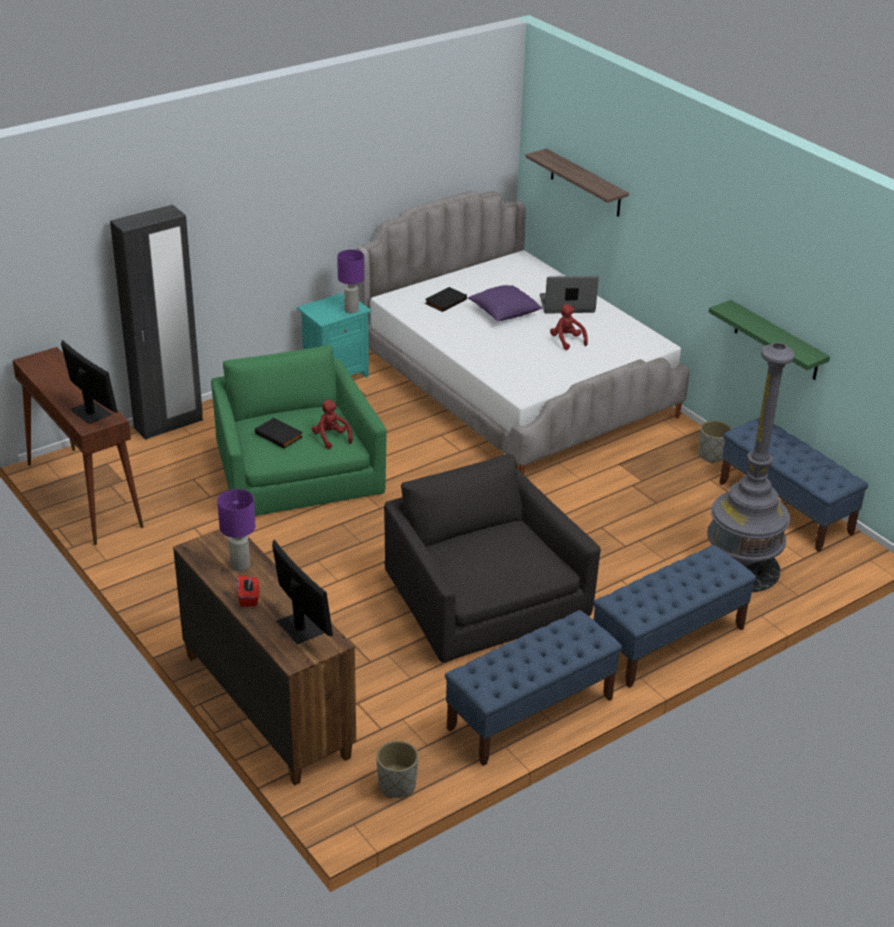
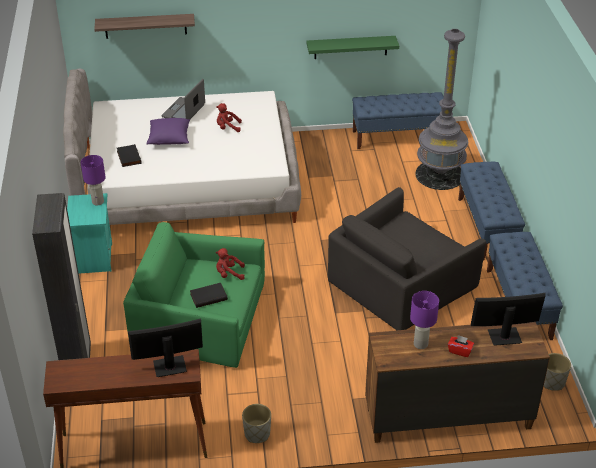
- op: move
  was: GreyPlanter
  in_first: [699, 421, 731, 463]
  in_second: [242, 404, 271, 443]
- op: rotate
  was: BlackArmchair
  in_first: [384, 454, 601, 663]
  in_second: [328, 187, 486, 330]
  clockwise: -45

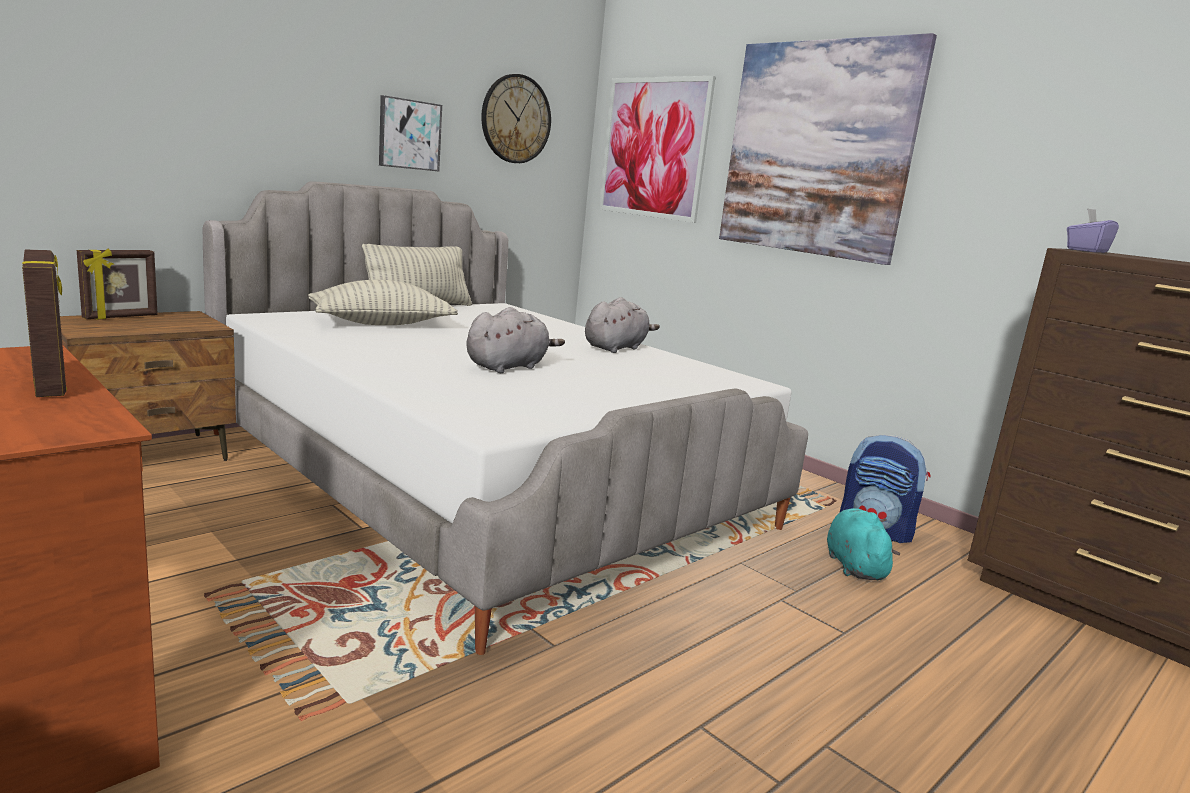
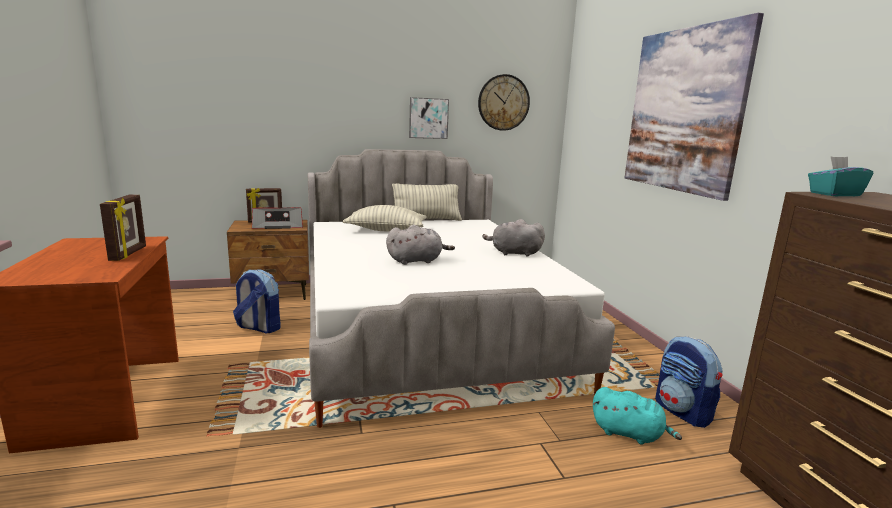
- op: insert
  now: Backpack
  in_second: [233, 269, 281, 333]
- op: insert
  now: Radio
  in_second: [252, 208, 303, 229]
- op: rotate
  was: GreyPlushToy
  in_first: [585, 297, 660, 353]
  in_second: [482, 219, 545, 256]
  clockwise: -150
- op: rotate
  was: TurquoisePlushToy
  in_first: [827, 508, 900, 580]
  in_second: [593, 387, 682, 444]
  clockwise: 90
- op: recolor
  was: PurpleTissueBox
  now: TurquoiseTissueBox
  in_first: [1067, 208, 1119, 253]
  in_second: [808, 156, 873, 196]
- op: delete
  was: Picture
  in_first: [599, 76, 716, 223]

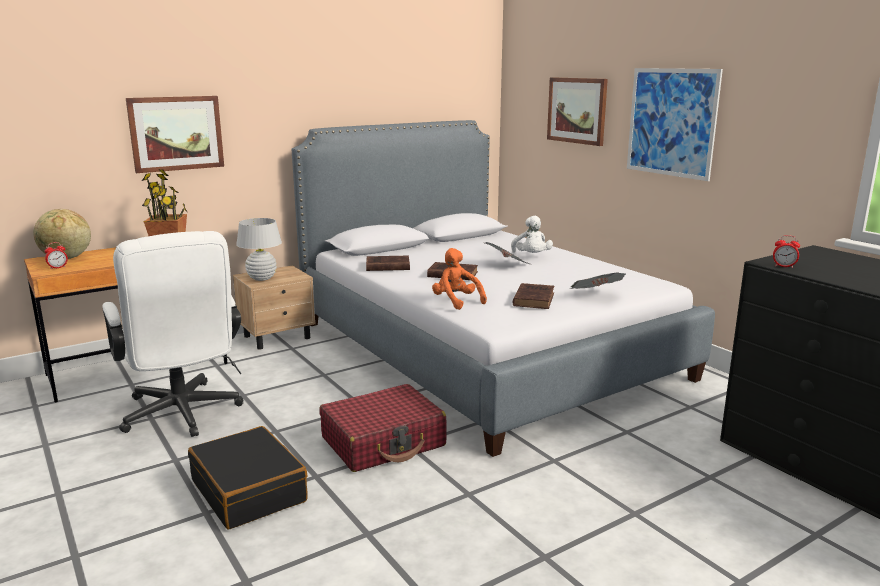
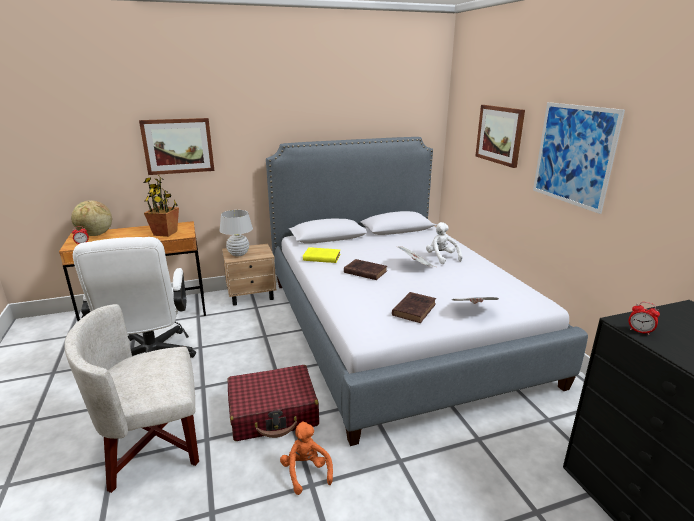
- op: replace
  was: BlackSuitcase
  now: WhiteArmchair
  in_first: [188, 426, 308, 529]
  in_second: [65, 304, 199, 493]
- op: move
  was: OrangePlushToy
  in_first: [432, 248, 487, 310]
  in_second: [280, 421, 333, 495]
- op: recolor
  was: BrownBook
  now: YellowBook
  in_first: [366, 256, 410, 271]
  in_second: [303, 247, 340, 263]
- op: rotate
  was: WhitePlushToy
  in_first: [511, 216, 553, 253]
  in_second: [426, 222, 462, 264]
  clockwise: 150

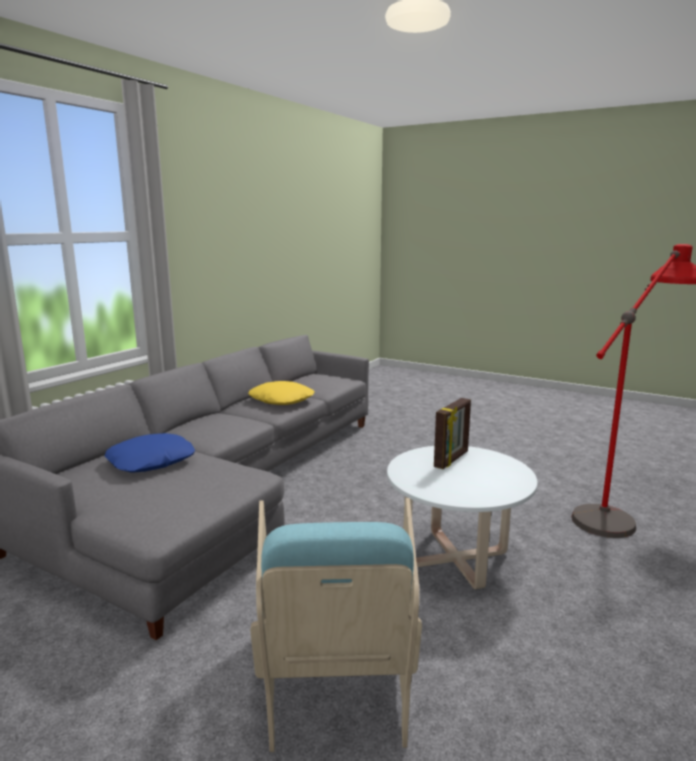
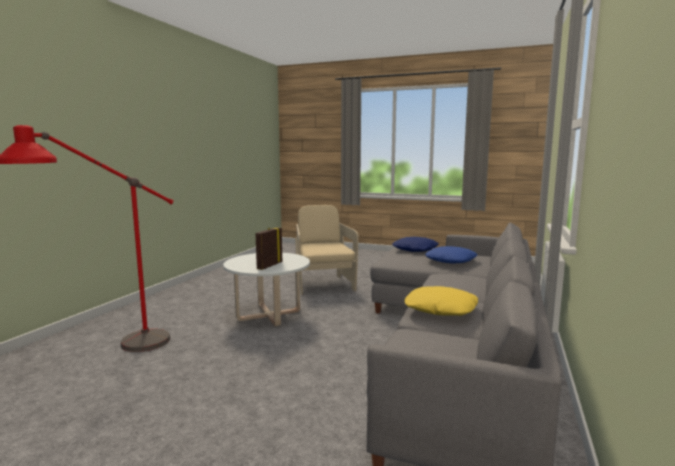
- op: recolor
  was: TurquoiseArmchair
  now: BeigeArmchair
  in_first: [250, 498, 422, 752]
  in_second: [295, 205, 359, 295]
- op: insert
  now: BluePillow
  in_second: [392, 237, 439, 252]

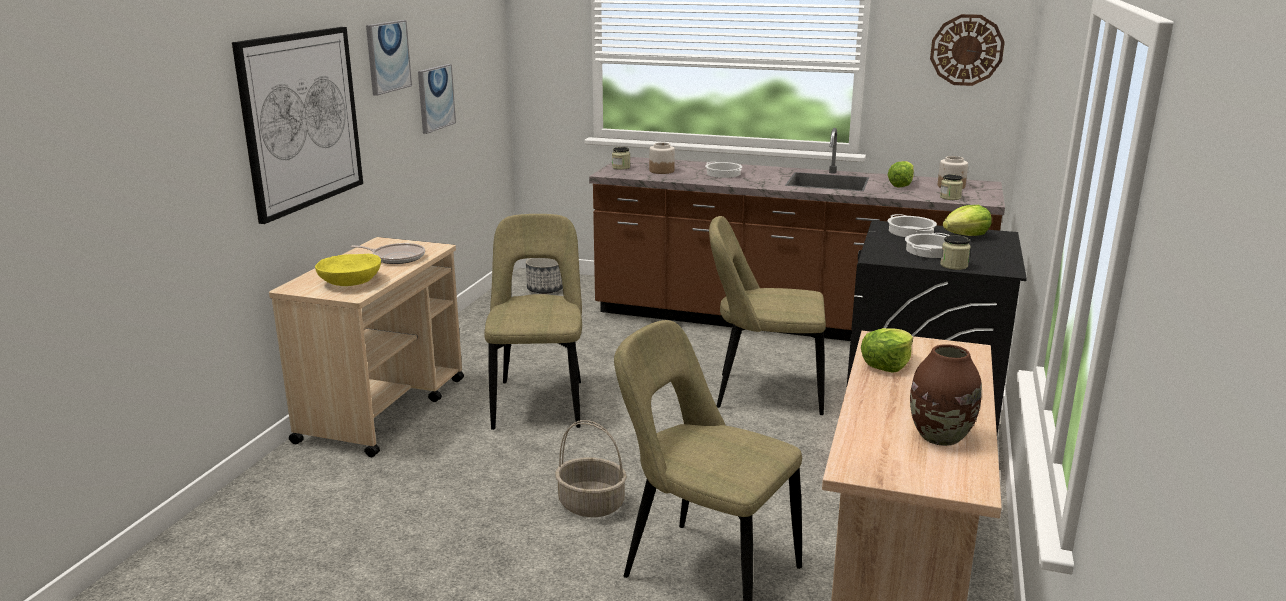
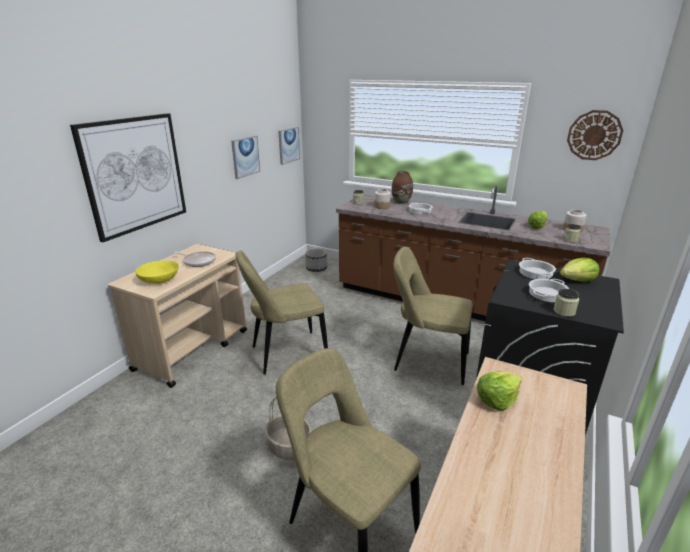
- op: rotate
  was: BeigeChair
  in_first: [484, 214, 582, 430]
  in_second: [235, 251, 328, 374]
  clockwise: -120
- op: move
  was: Picture
  in_first: [366, 20, 412, 96]
  in_second: [278, 127, 300, 165]
- op: move
  was: BrownVase
  in_first: [910, 344, 982, 446]
  in_second: [392, 171, 413, 204]

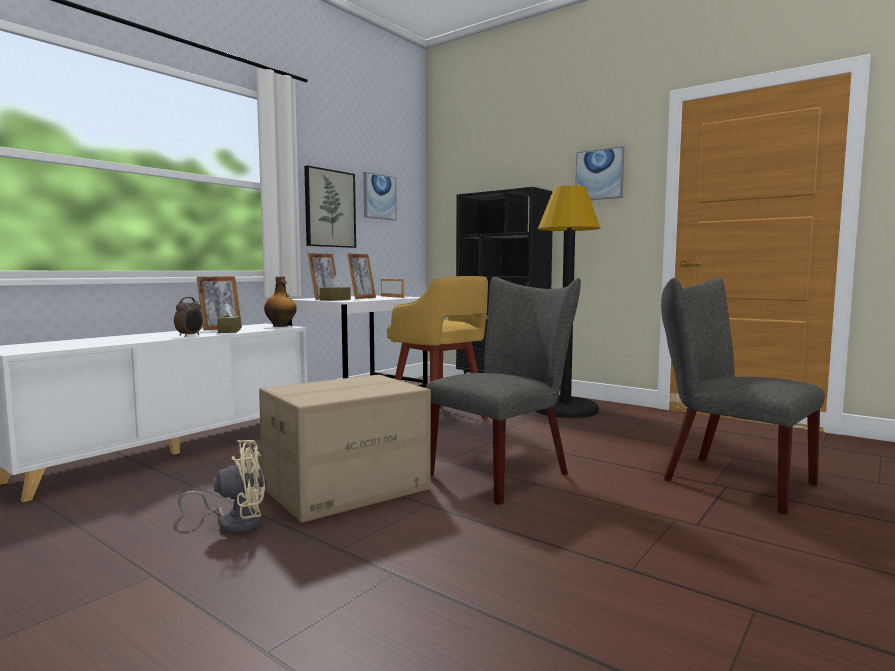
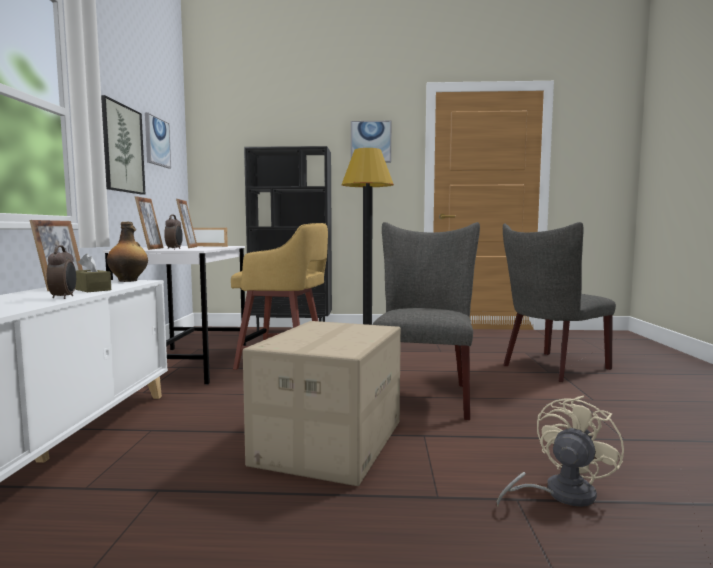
- op: replace
  was: BrownTissueBox
  now: AlarmClock
  in_first: [320, 275, 351, 301]
  in_second: [164, 215, 183, 249]
- op: move
  was: BeigeFan
  in_first: [178, 440, 265, 534]
  in_second: [497, 396, 624, 507]
- op: rotate
  was: GreyChair
  in_first: [661, 277, 825, 515]
  in_second: [503, 222, 616, 382]
  clockwise: -45

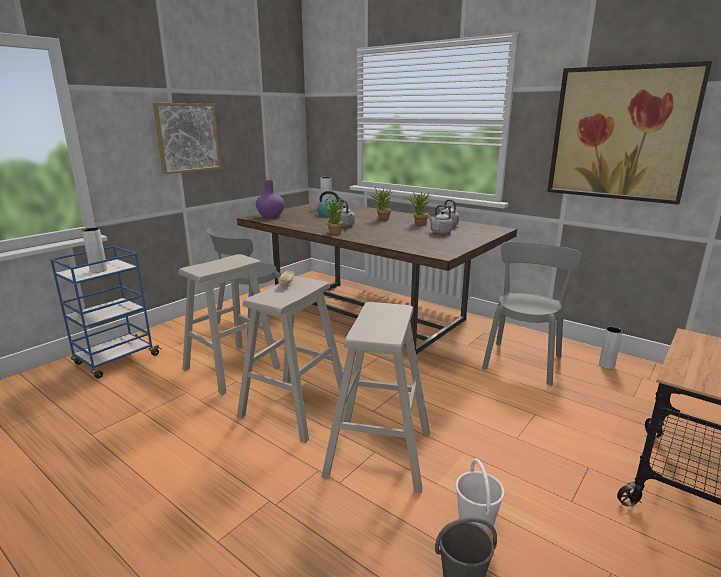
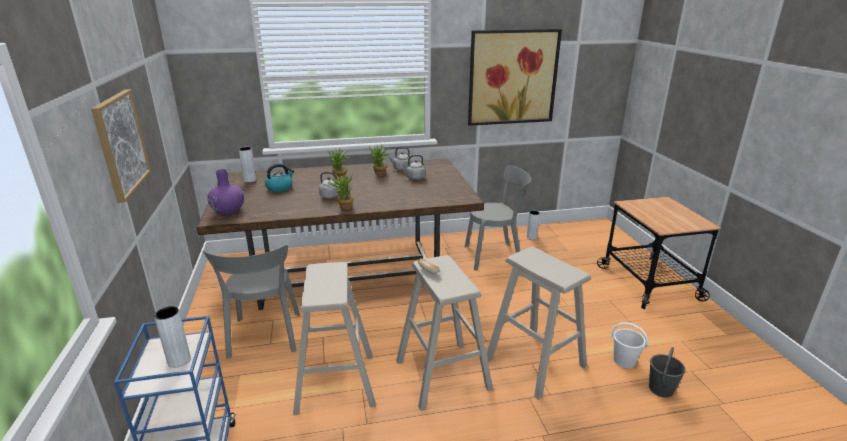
- op: rotate
  was: GreyChair
  in_first: [482, 242, 581, 385]
  in_second: [465, 165, 531, 271]
  clockwise: 105

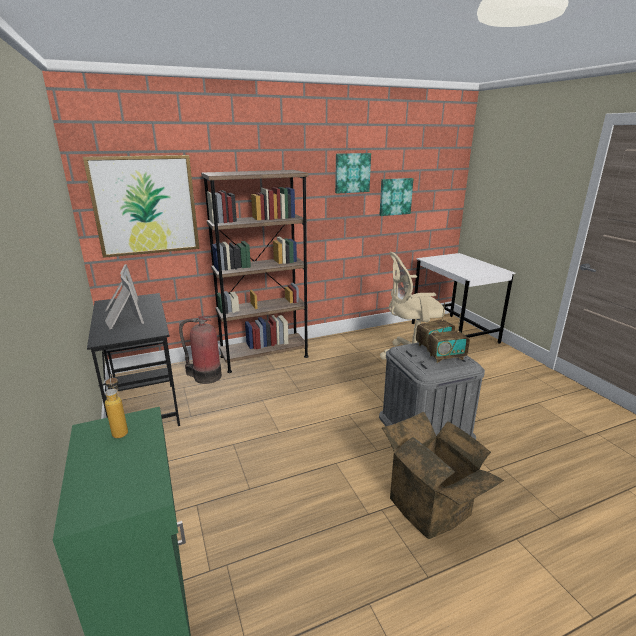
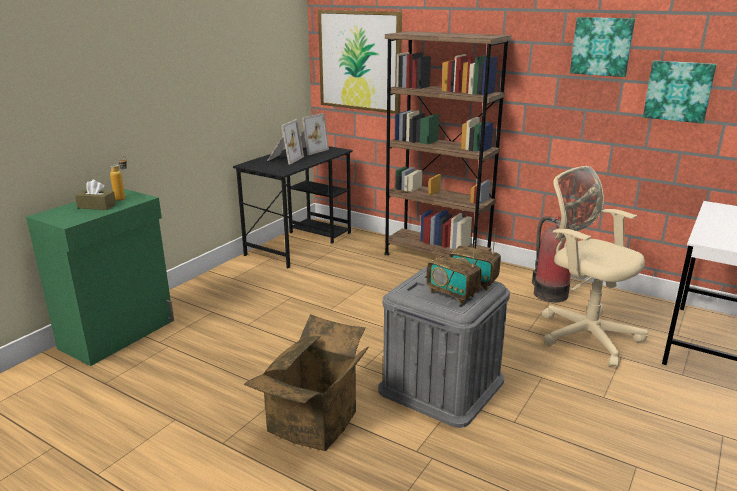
- op: insert
  now: BrownTissueBox
  in_second: [75, 180, 116, 210]
- op: move
  was: FireExtinguisher
  in_first: [179, 315, 222, 384]
  in_second: [532, 216, 571, 302]

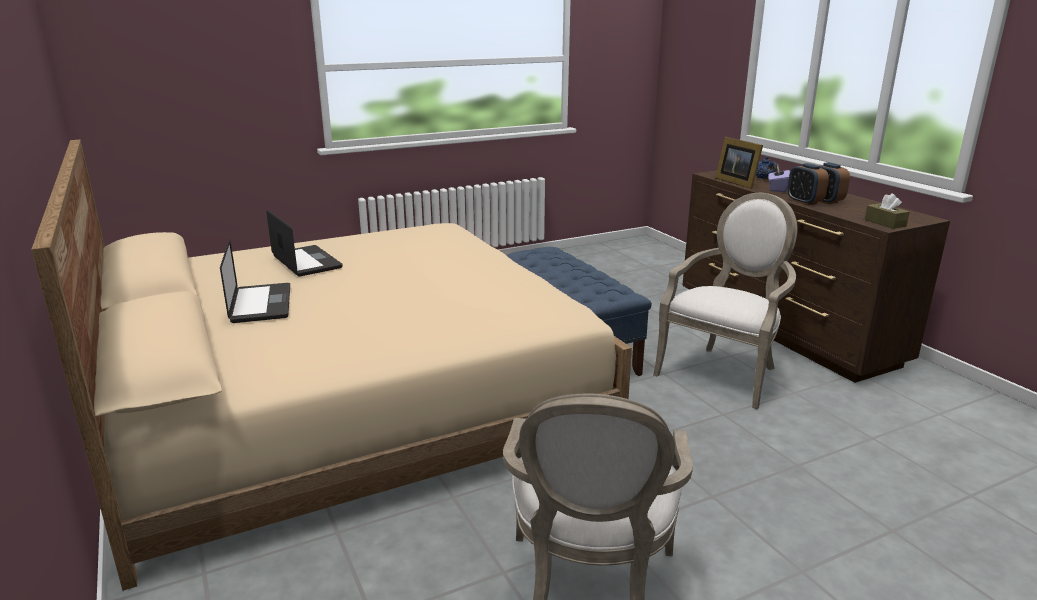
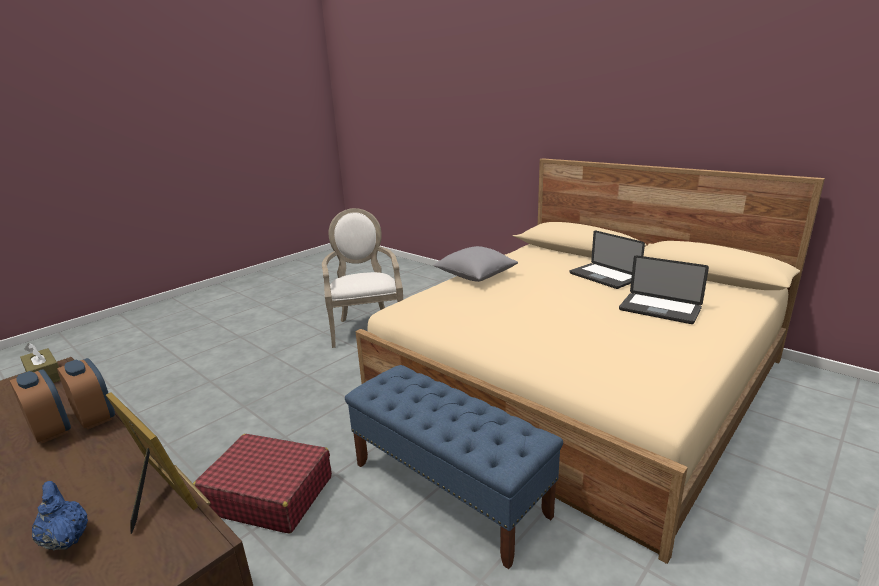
- op: replace
  was: Armchair
  now: RedSuitcase
  in_first: [653, 193, 798, 409]
  in_second: [193, 434, 332, 534]
- op: insert
  now: GreyPillow
  in_second: [433, 246, 518, 282]
- op: delete
  was: PurpleTissueBox
  in_first: [768, 165, 790, 192]

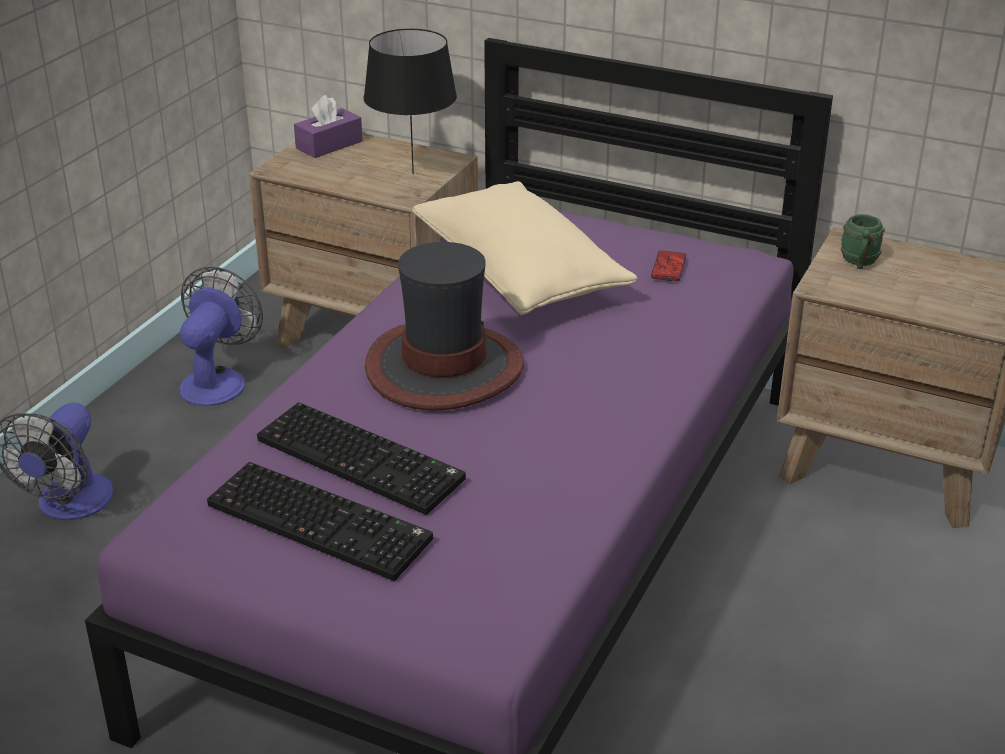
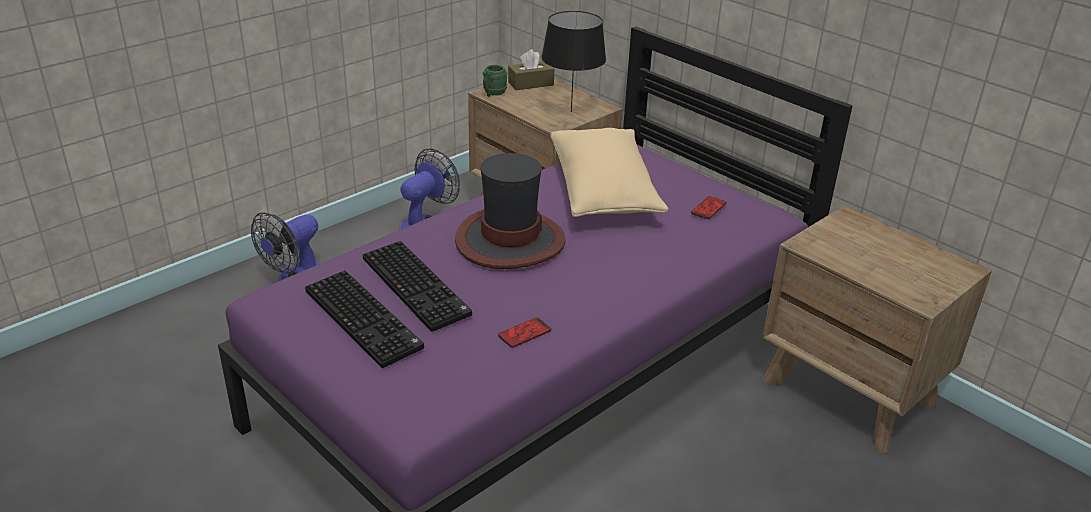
- op: move
  was: GreenMug
  in_first: [841, 214, 885, 269]
  in_second: [483, 65, 507, 97]
- op: insert
  now: Phone
  in_second: [498, 317, 551, 348]
- op: recolor
  was: PurpleTissueBox
  now: BrownTissueBox
  in_first: [294, 95, 363, 158]
  in_second: [508, 49, 554, 90]

